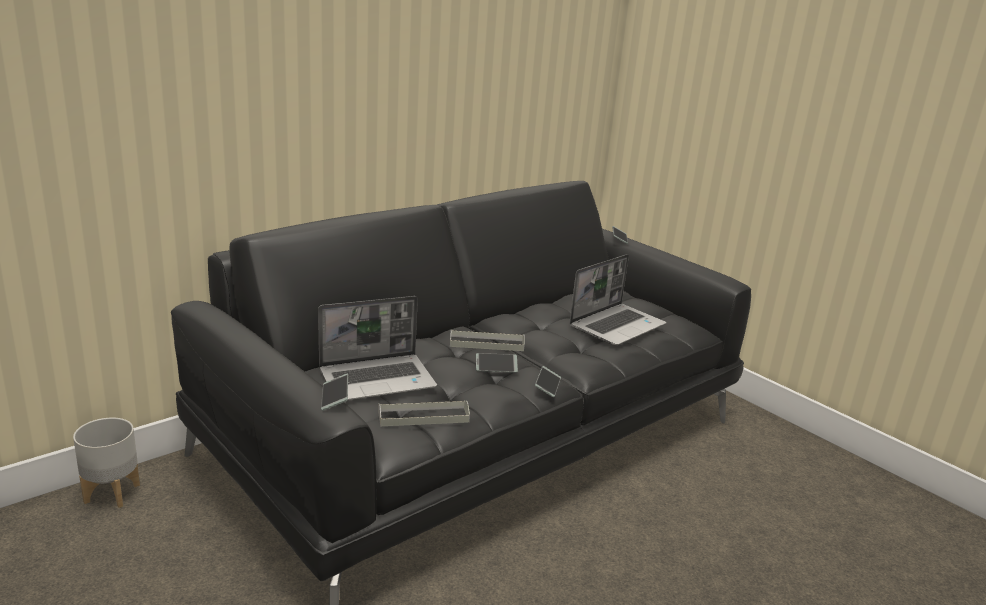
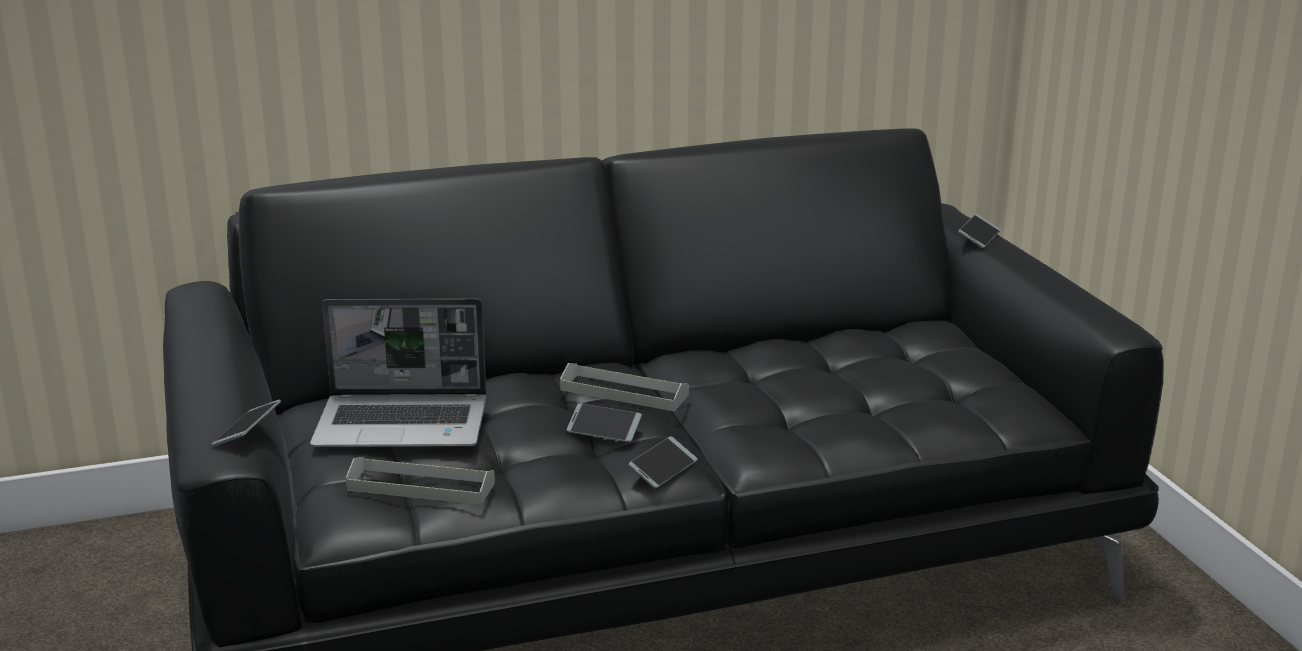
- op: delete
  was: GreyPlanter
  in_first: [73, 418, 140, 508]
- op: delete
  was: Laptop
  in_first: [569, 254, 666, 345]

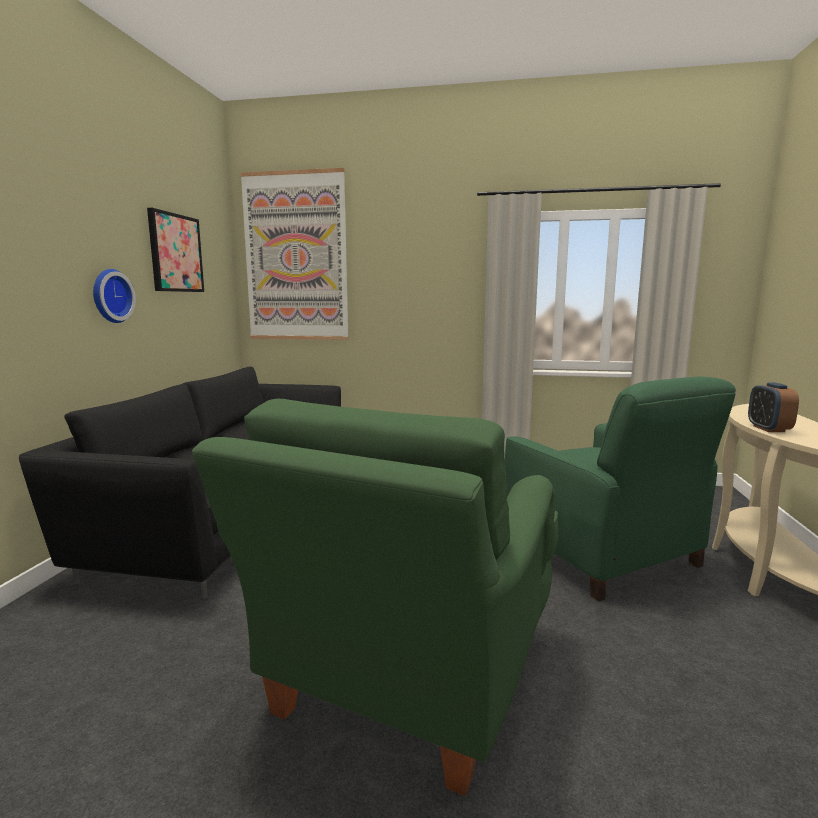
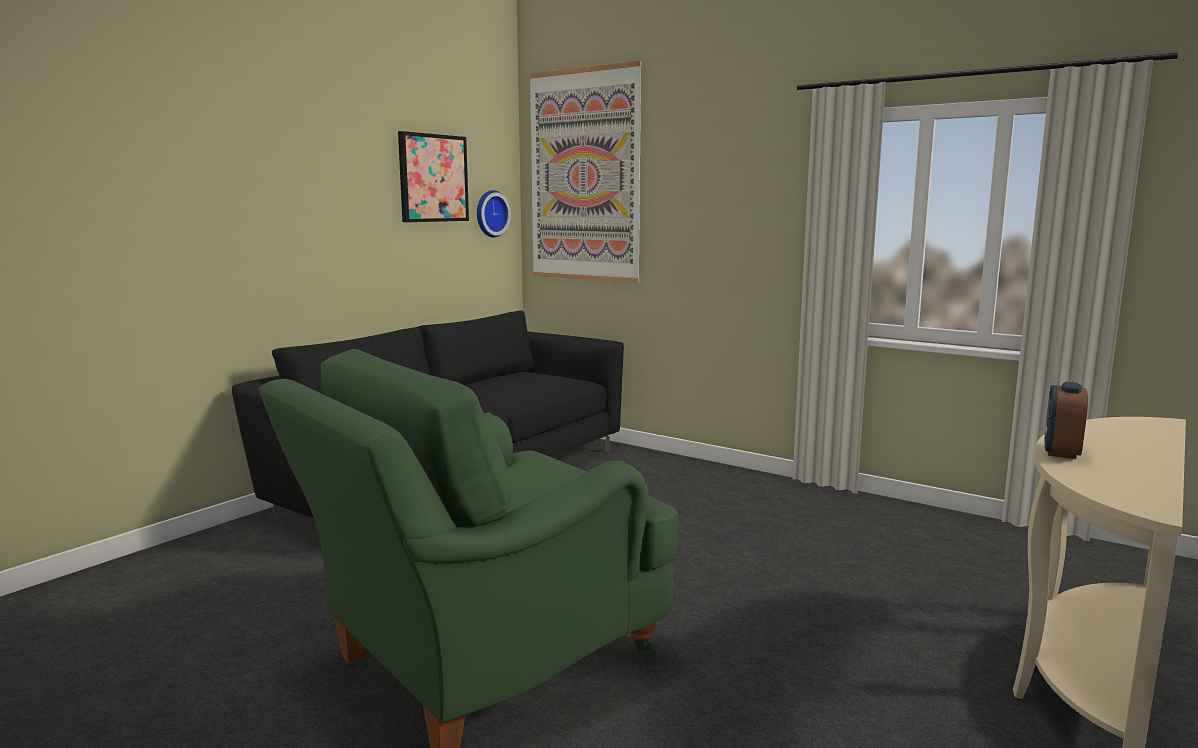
- op: move
  was: WallClock
  in_first: [93, 269, 136, 323]
  in_second: [477, 190, 511, 238]
- op: delete
  was: GreenArmchair
  in_first: [505, 377, 736, 601]

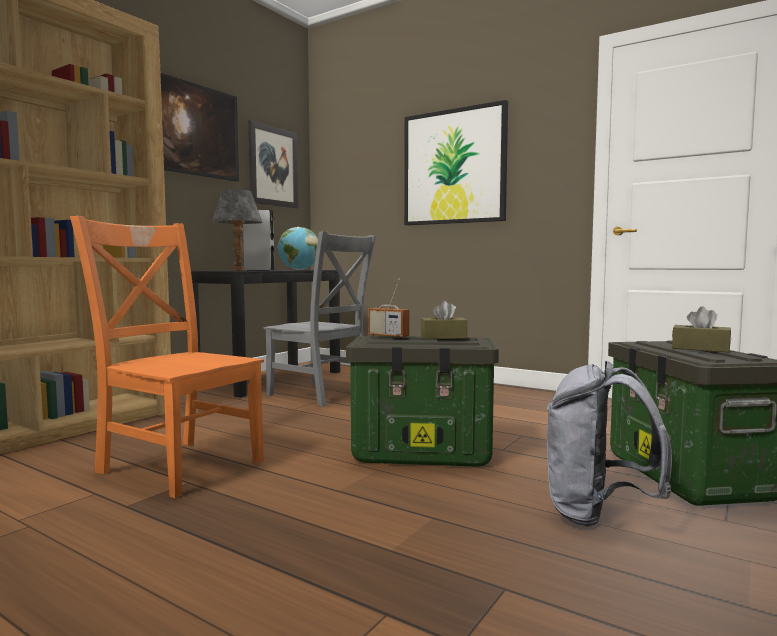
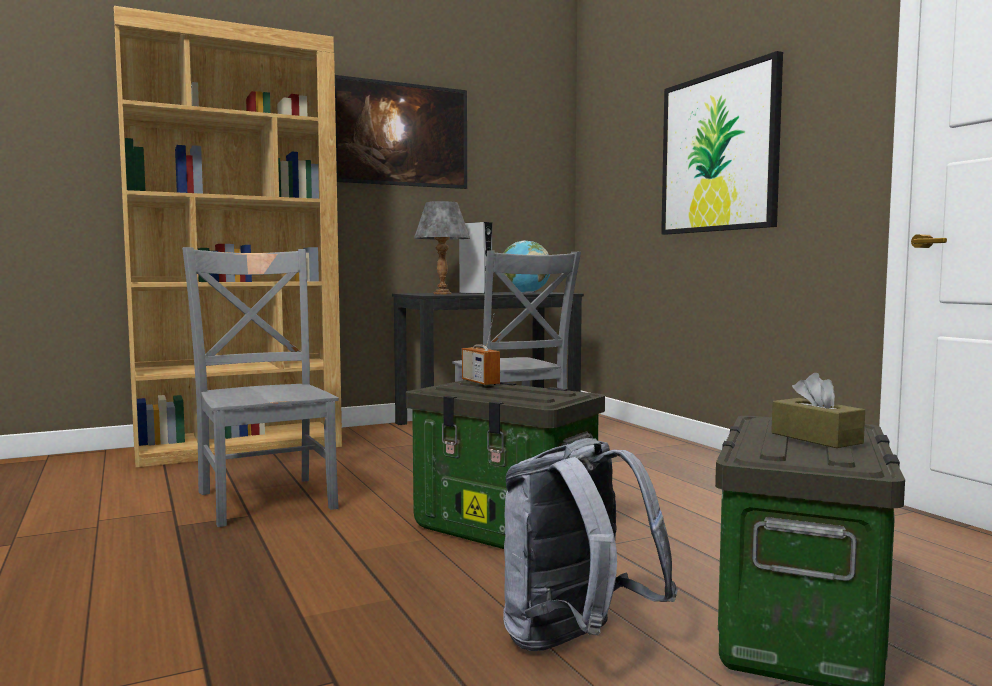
- op: recolor
  was: OrangeChair
  now: GreyChair
  in_first: [70, 216, 264, 498]
  in_second: [182, 247, 339, 527]
- op: delete
  was: Picture
  in_first: [248, 120, 298, 209]
- op: delete
  was: BrownTissueBox
  in_first: [421, 301, 467, 339]

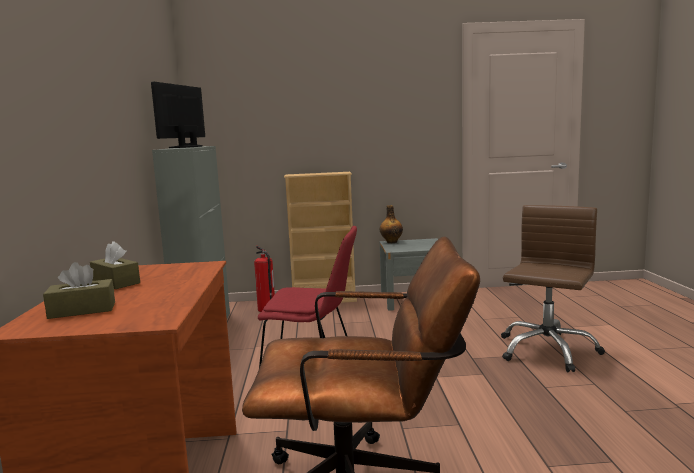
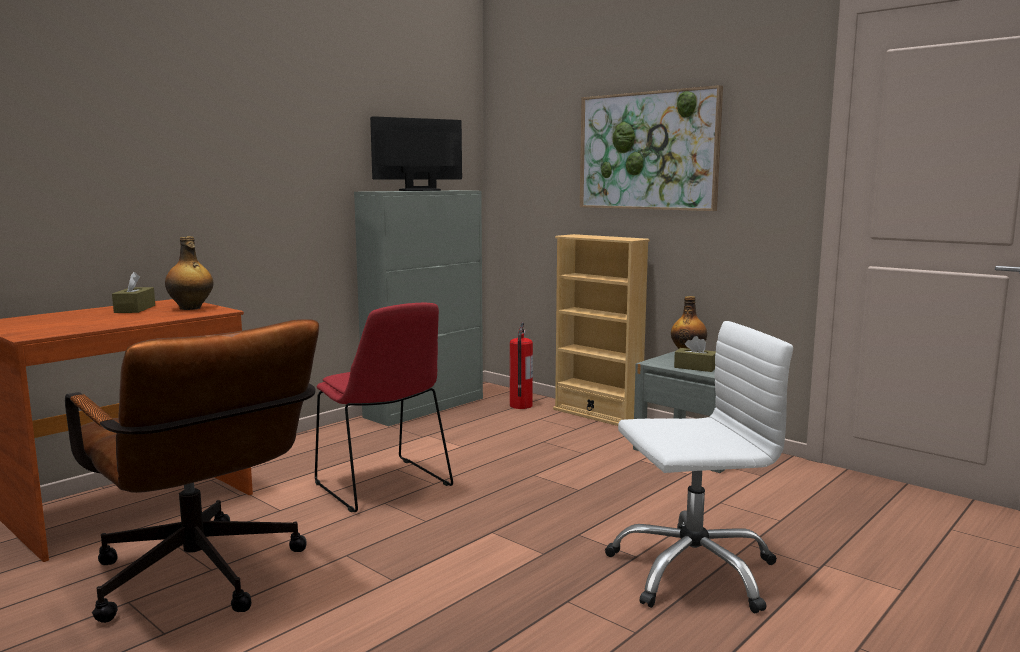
- op: insert
  now: Bottle
  in_second: [165, 236, 213, 310]
- op: insert
  now: Picture
  in_second: [580, 85, 723, 211]
- op: recolor
  was: BrownOfficeChair
  now: WhiteOfficeChair
  in_first: [501, 205, 605, 372]
  in_second: [605, 321, 793, 613]
- op: move
  was: BrownTissueBox
  in_first: [43, 262, 115, 319]
  in_second: [674, 336, 716, 372]

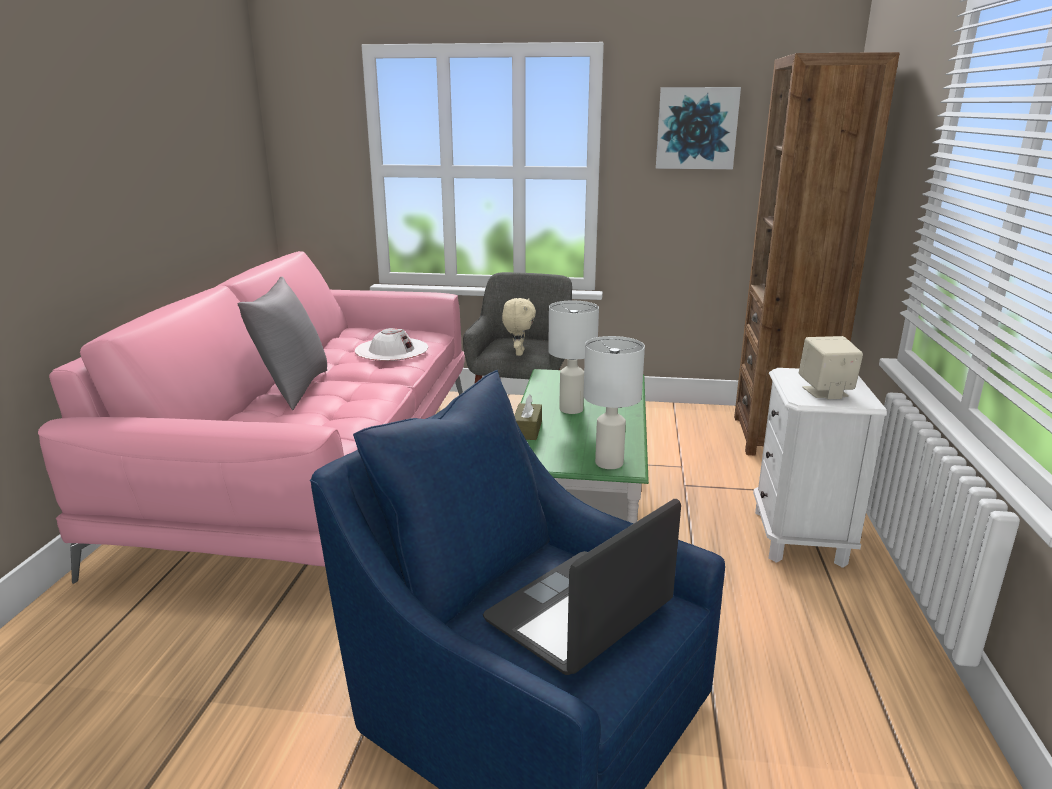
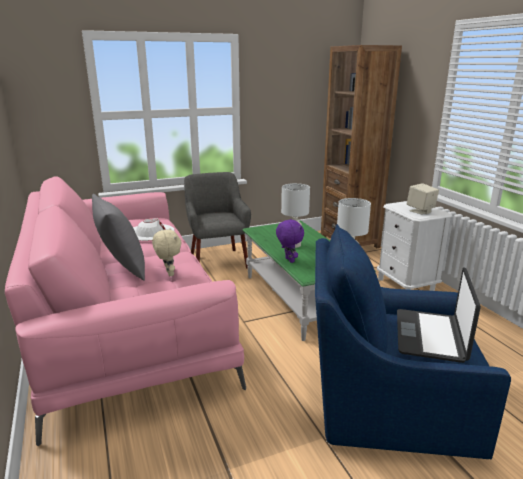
- op: move
  was: BeigePlushToy
  in_first: [502, 298, 536, 356]
  in_second: [152, 228, 181, 276]
- op: replace
  was: BrownTissueBox
  now: PurplePlushToy
  in_first: [514, 394, 542, 440]
  in_second: [276, 219, 304, 263]
- op: delete
  was: Picture
  in_first: [656, 87, 741, 169]

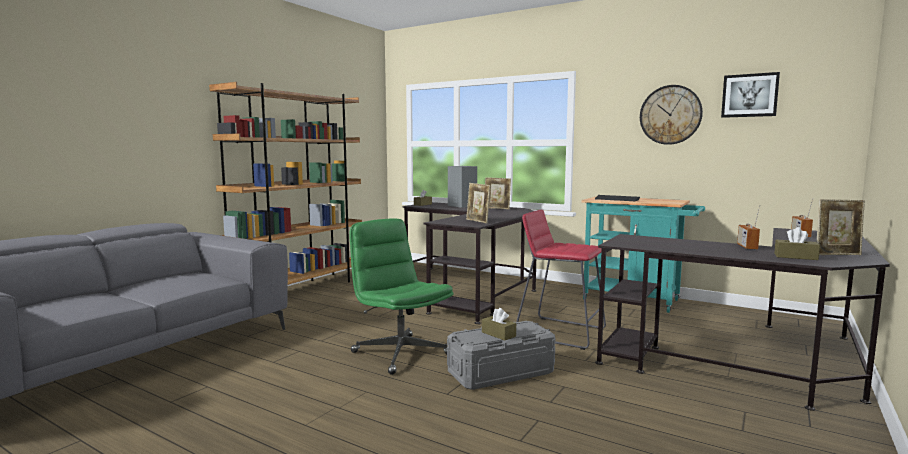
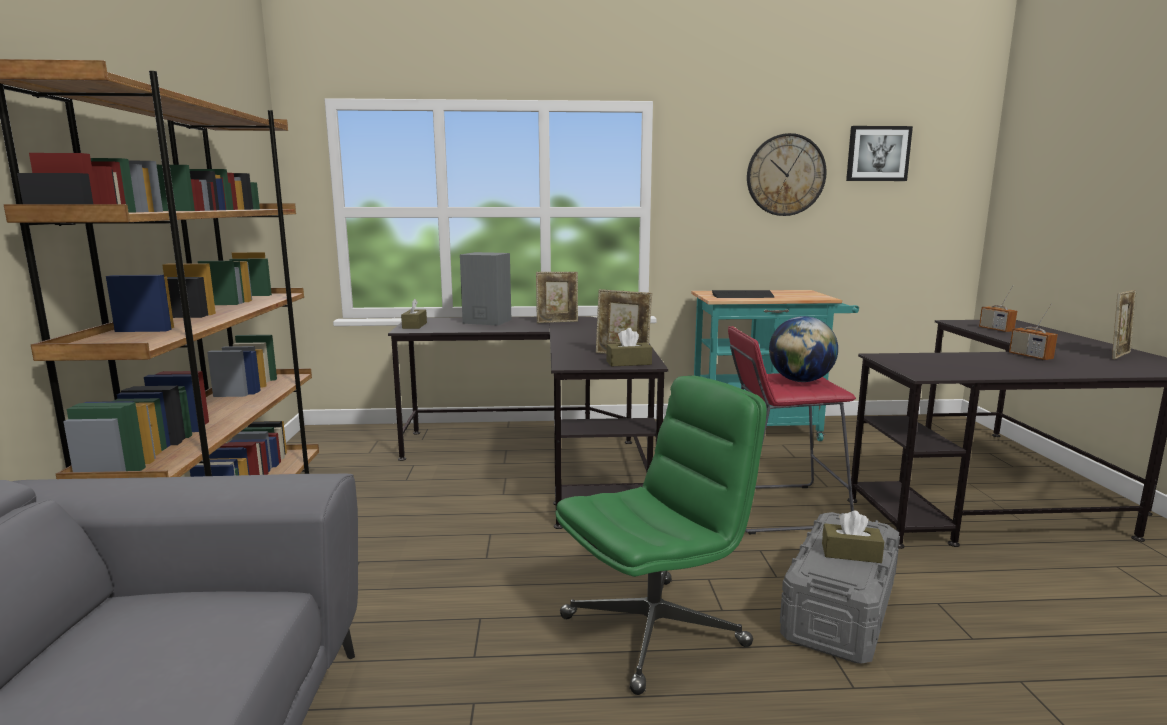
- op: rotate
  was: GreenOfficeChair
  in_first: [349, 219, 454, 375]
  in_second: [555, 375, 766, 695]
  clockwise: 135
- op: move
  was: BrownTissueBox
  in_first: [774, 227, 820, 260]
  in_second: [606, 328, 652, 366]
- op: insert
  now: Globe
  in_second: [769, 316, 838, 382]

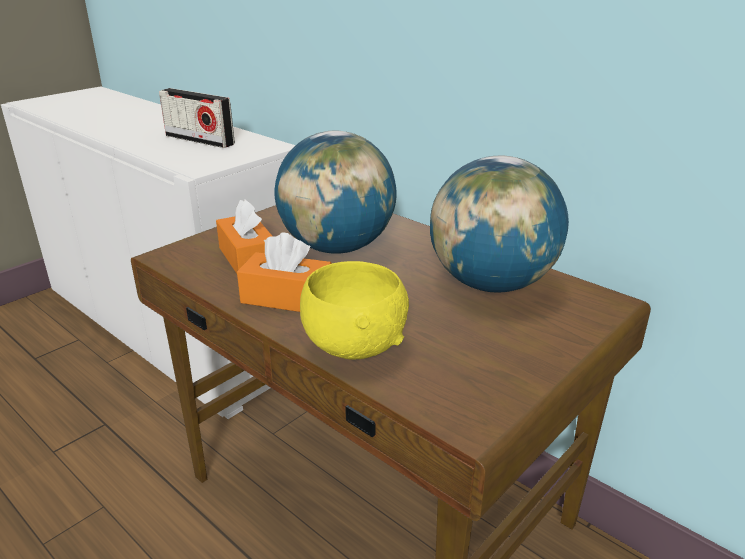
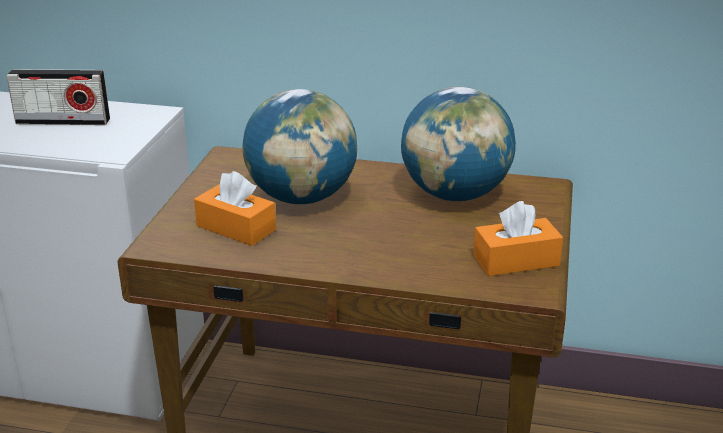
- op: move
  was: OrangeTissueBox
  in_first: [237, 232, 332, 312]
  in_second: [473, 201, 563, 276]
- op: delete
  was: YellowBowl
  in_first: [300, 261, 409, 359]

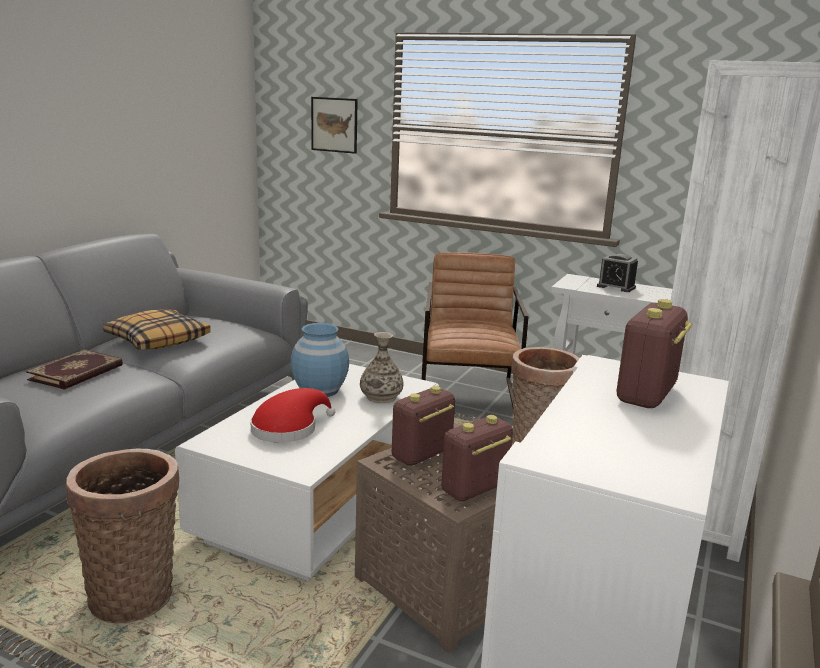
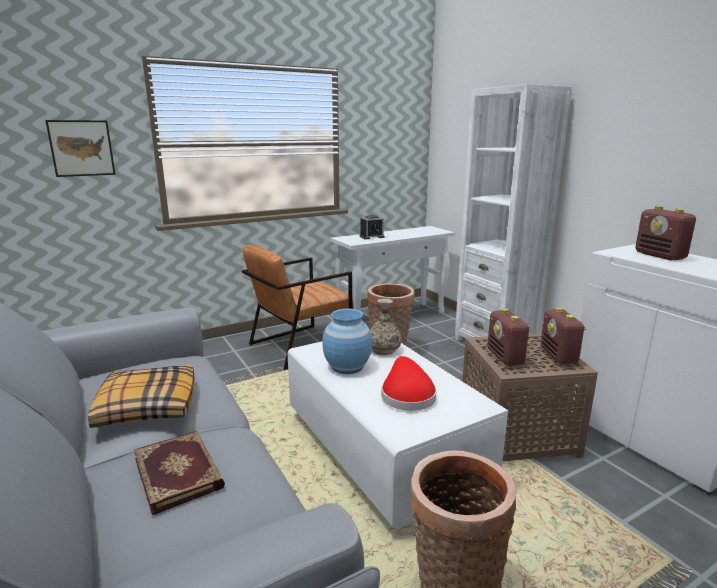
- op: rotate
  was: BrownArmchair
  in_first: [422, 252, 529, 407]
  in_second: [242, 244, 352, 370]
  clockwise: -75

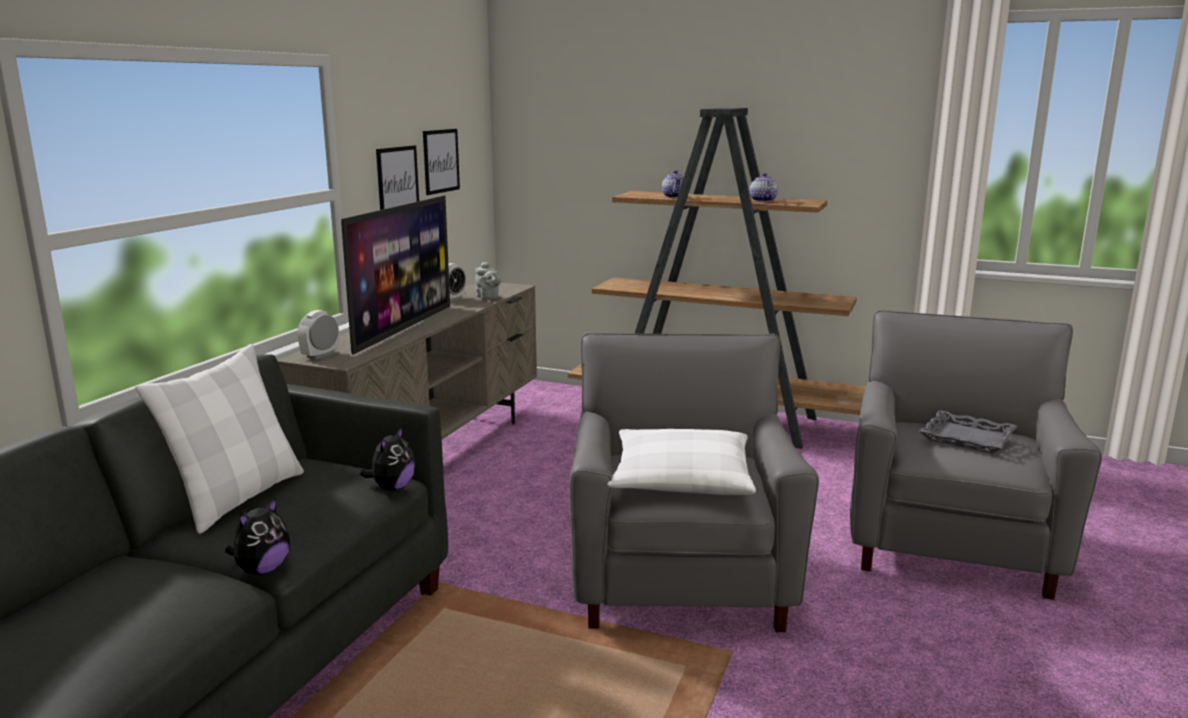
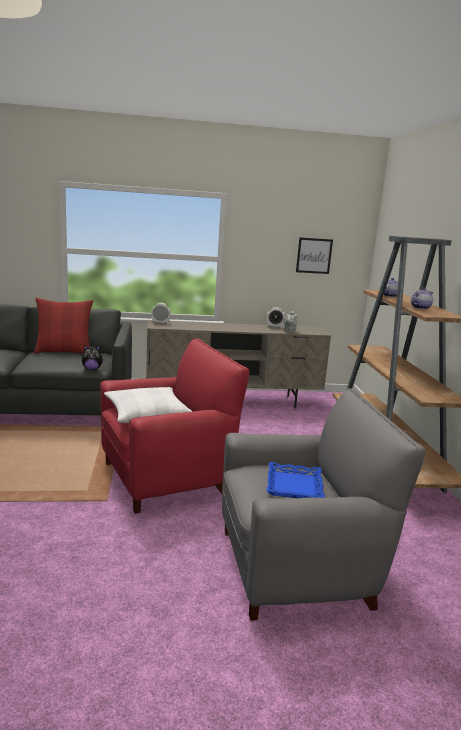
- op: recolor
  was: WhitePillow
  now: RedPillow
  in_first: [135, 344, 304, 534]
  in_second: [34, 298, 93, 354]
- op: recolor
  was: GreyArmchair
  now: RedArmchair
  in_first: [569, 332, 819, 632]
  in_second: [100, 338, 249, 514]
- op: recolor
  was: GreyTray
  now: BlueTray
  in_first: [919, 410, 1017, 454]
  in_second: [267, 462, 325, 498]
- op: delete
  was: PlushToy
  in_first: [225, 498, 290, 575]
- op: delete
  was: Television
  in_first: [341, 196, 450, 354]
- op: delete
  was: Picture
  in_first: [376, 145, 419, 210]

